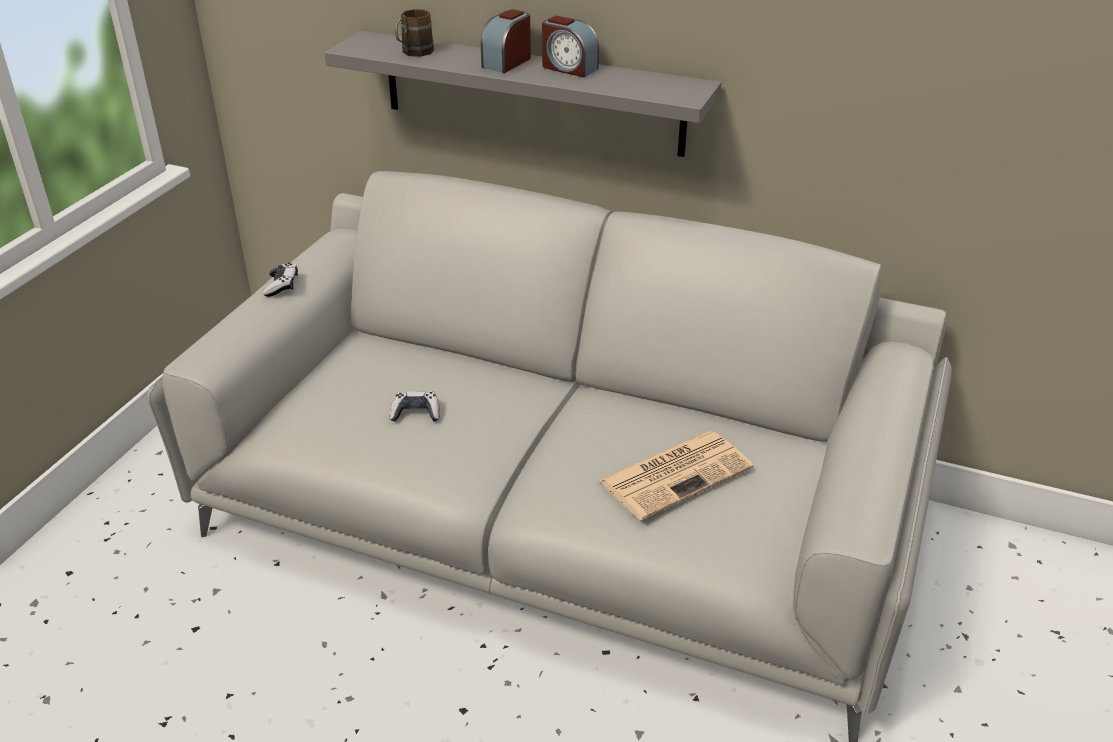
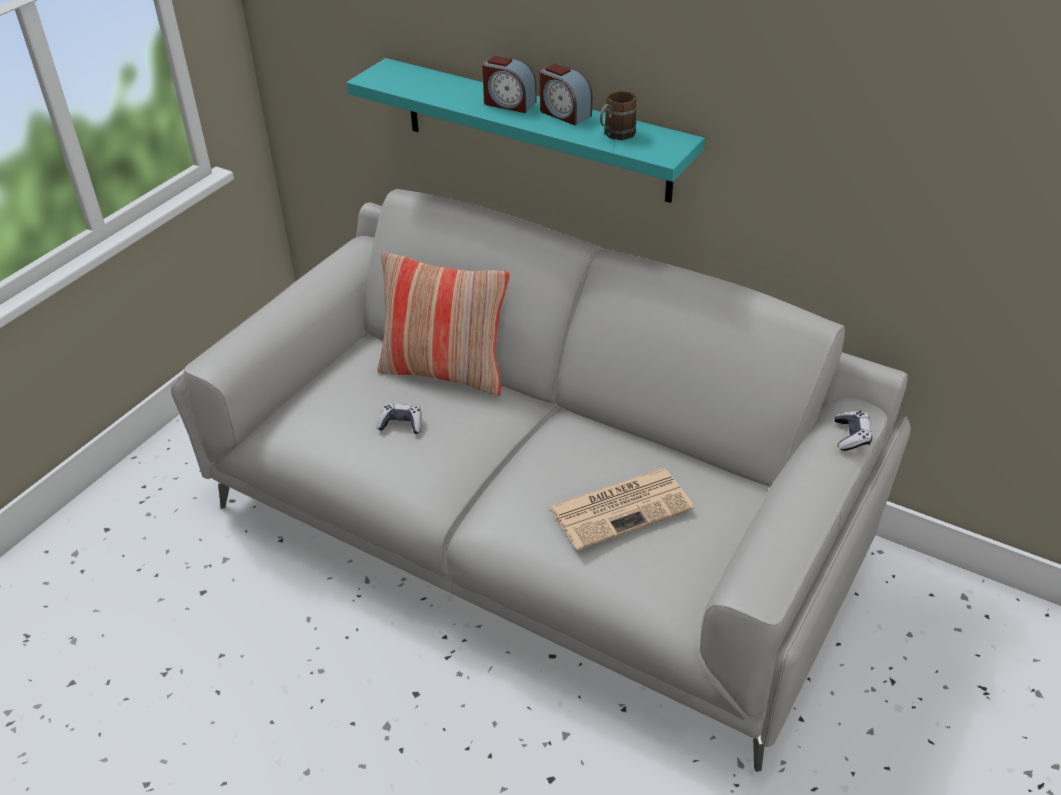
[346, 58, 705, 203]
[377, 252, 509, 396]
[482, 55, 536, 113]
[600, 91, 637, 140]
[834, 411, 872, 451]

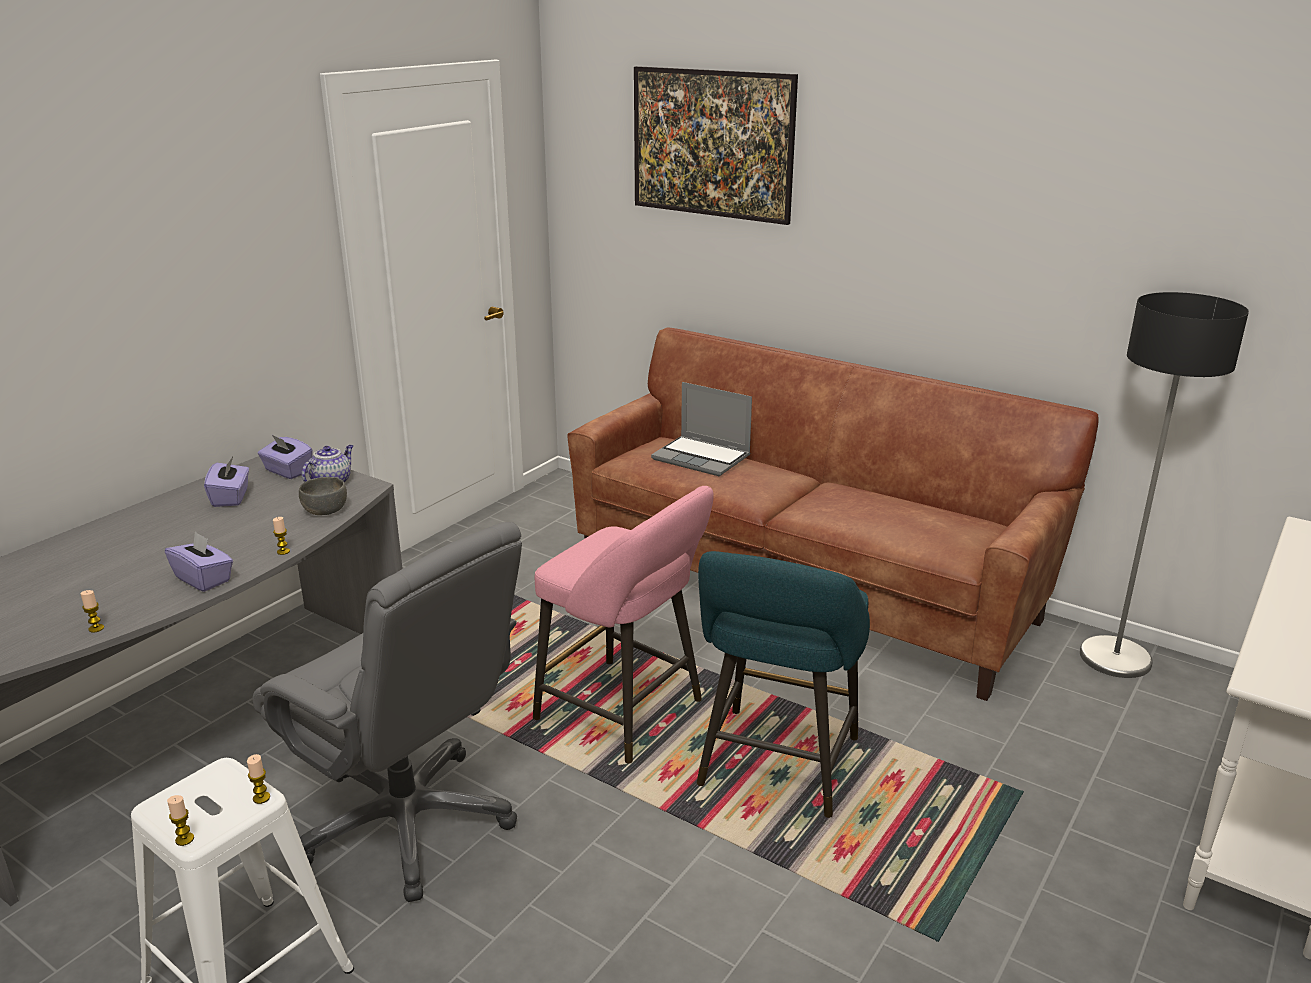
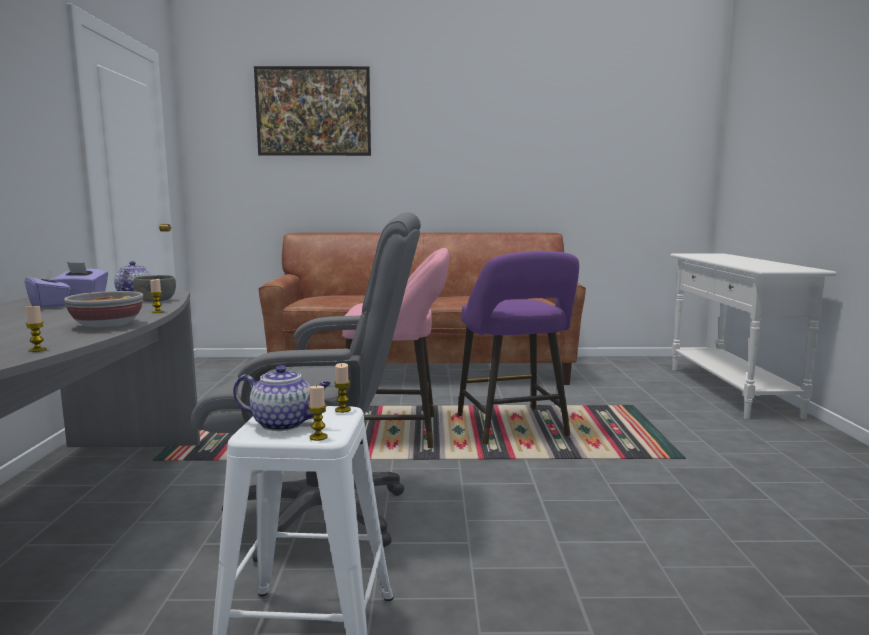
[64, 291, 143, 328]
[233, 365, 331, 431]
[458, 251, 579, 445]
[651, 382, 752, 476] (first image)
[1080, 292, 1249, 678] (first image)

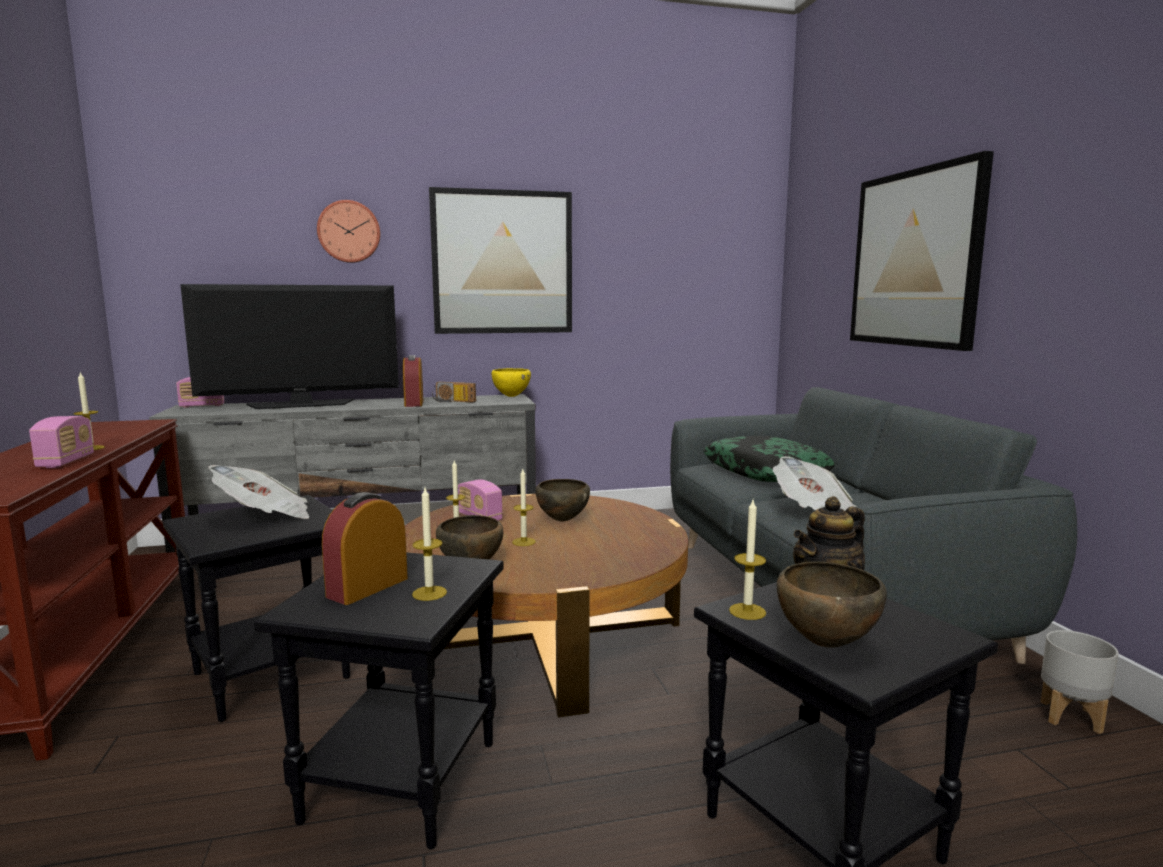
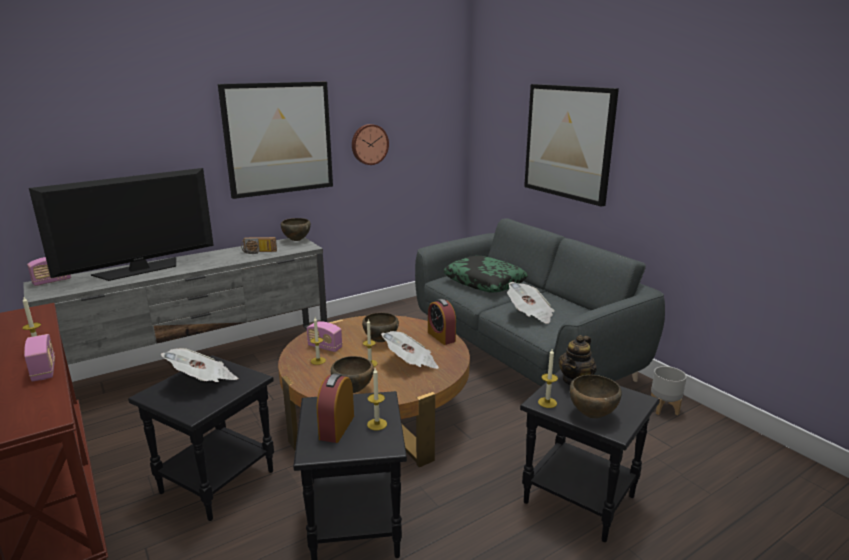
[281, 218, 311, 241]
[352, 124, 389, 165]
[381, 331, 439, 369]
[428, 299, 456, 345]

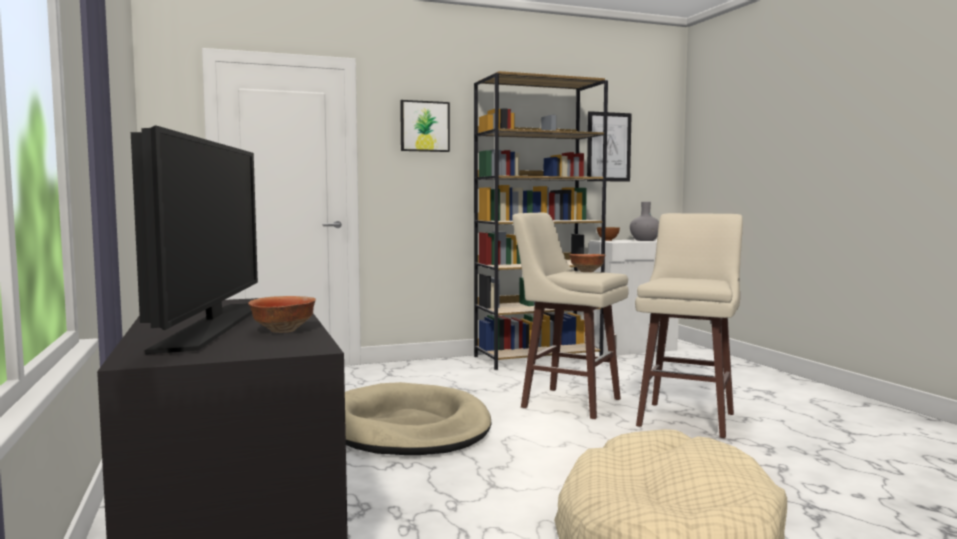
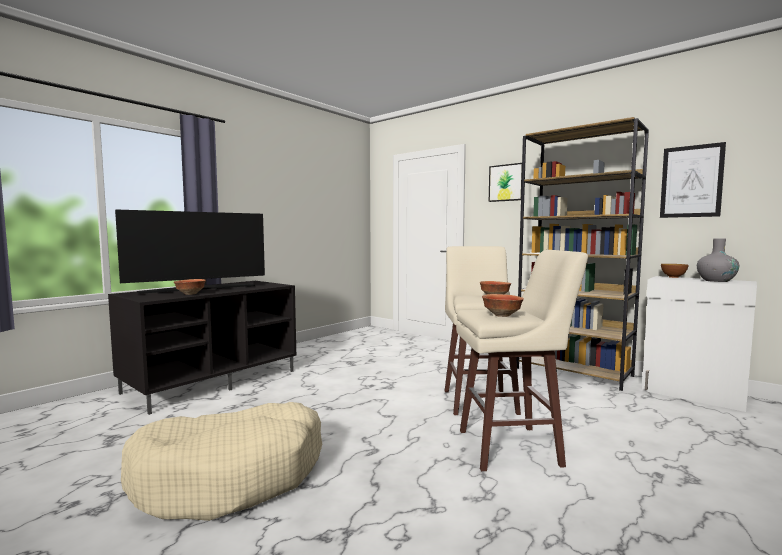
[482, 294, 524, 317]
[345, 382, 492, 455] (first image)

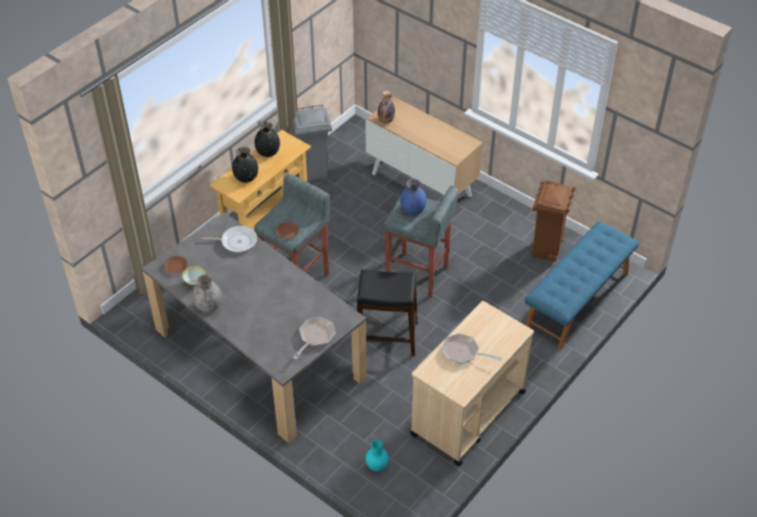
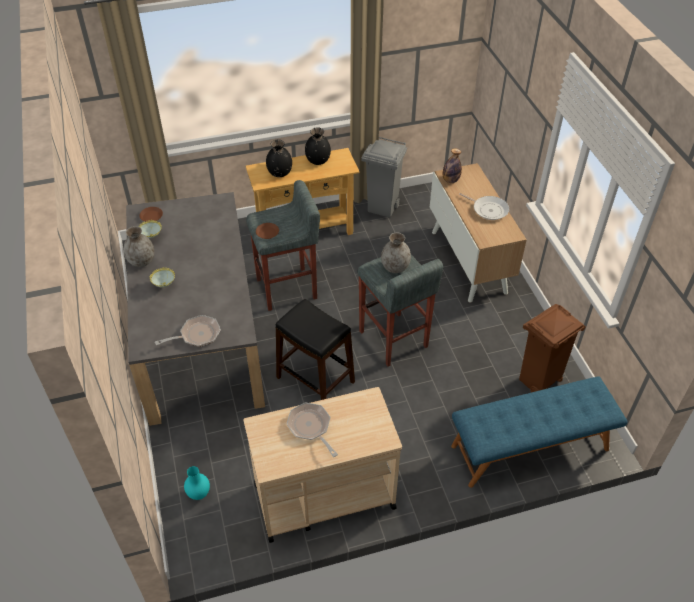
[150, 267, 175, 288]
[381, 233, 411, 273]
[459, 193, 509, 220]

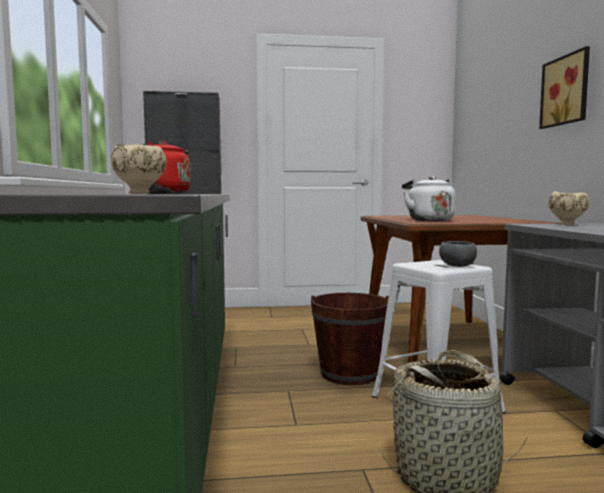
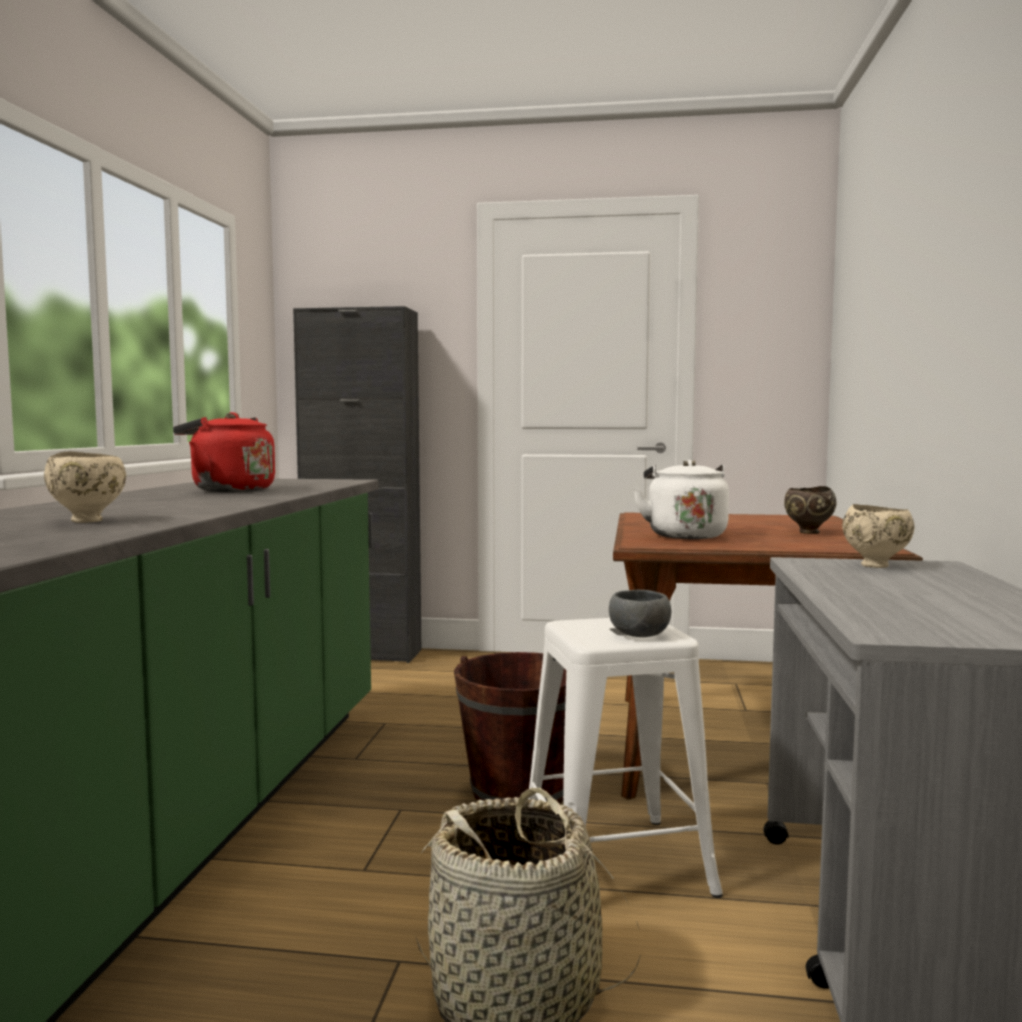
[784, 486, 836, 534]
[539, 46, 590, 129] (first image)

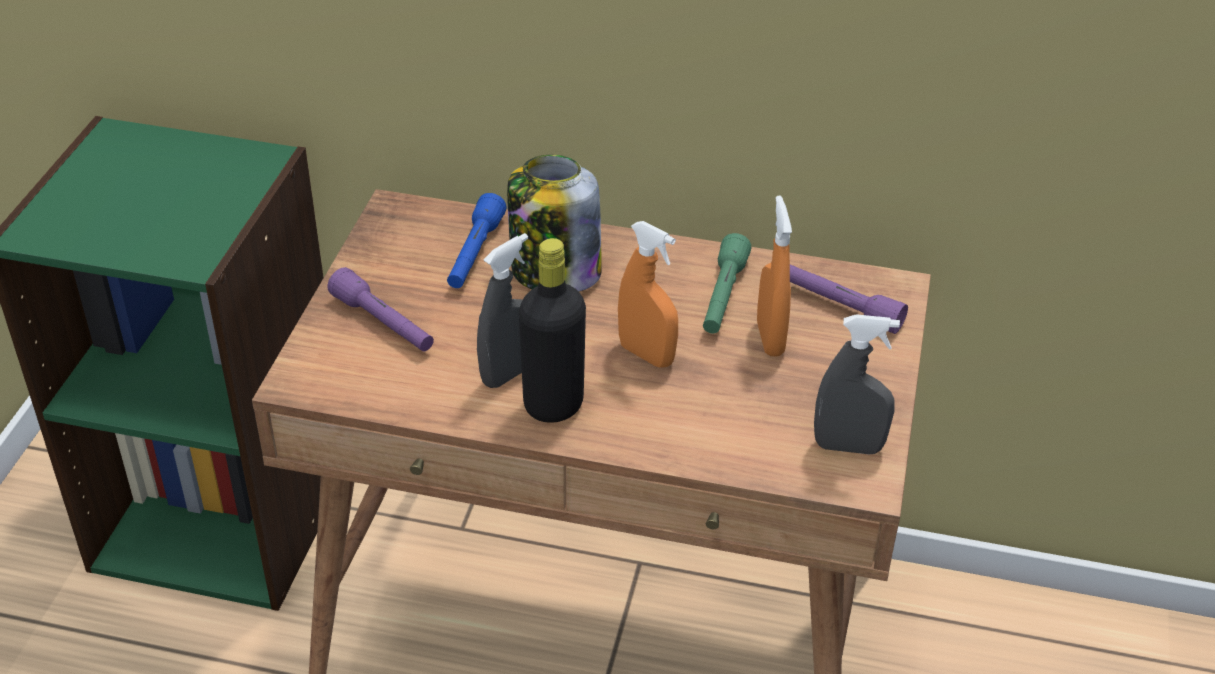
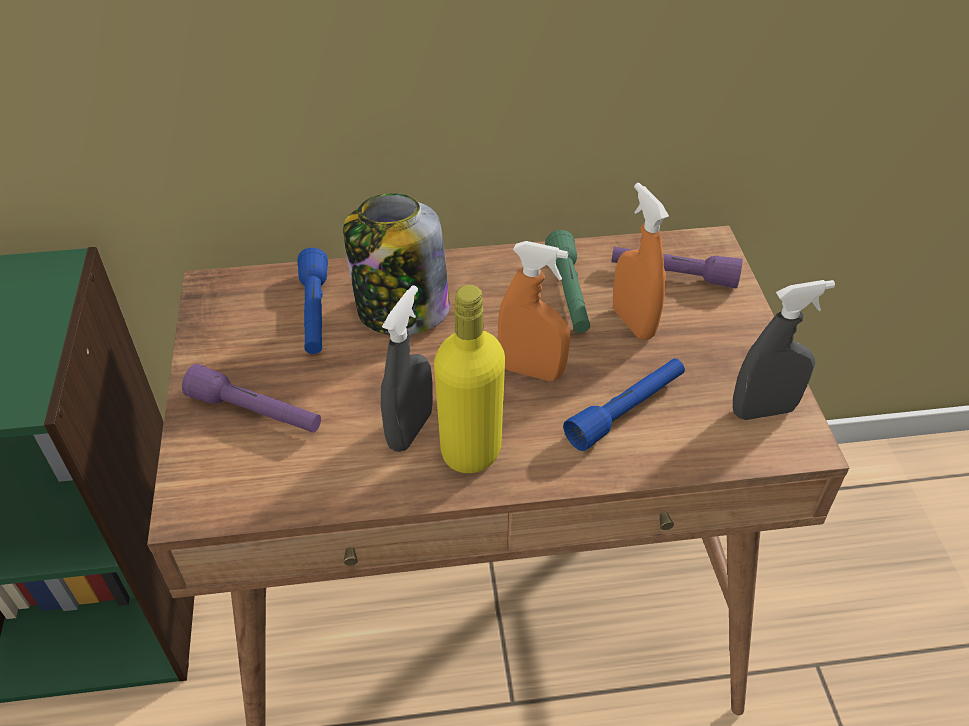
[434, 285, 505, 473]
[563, 358, 685, 451]

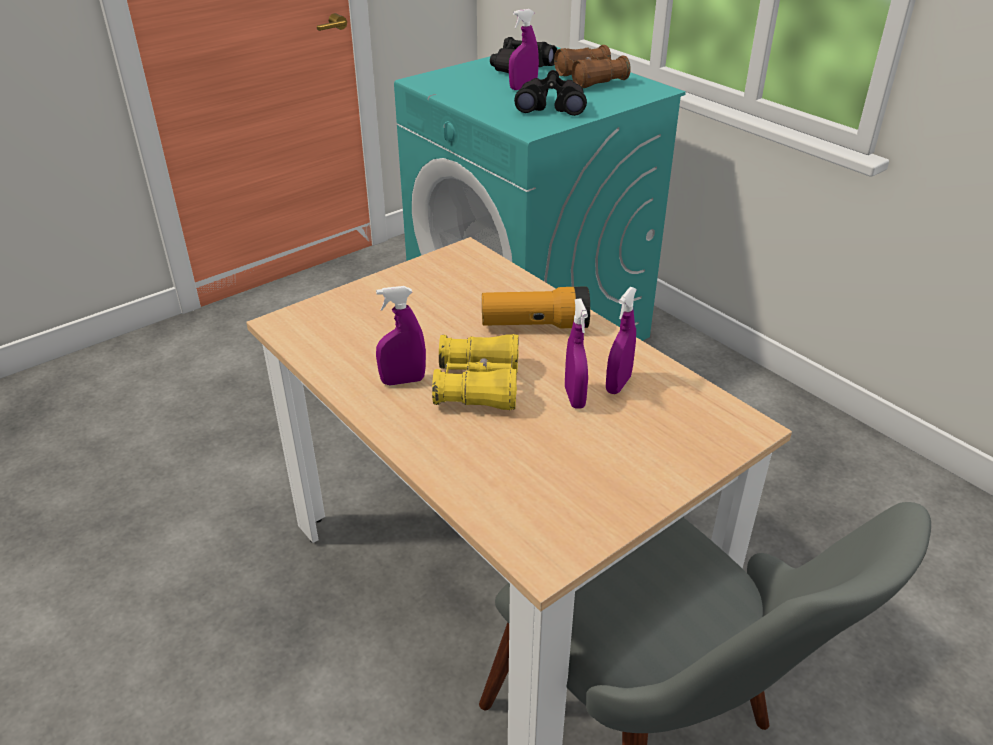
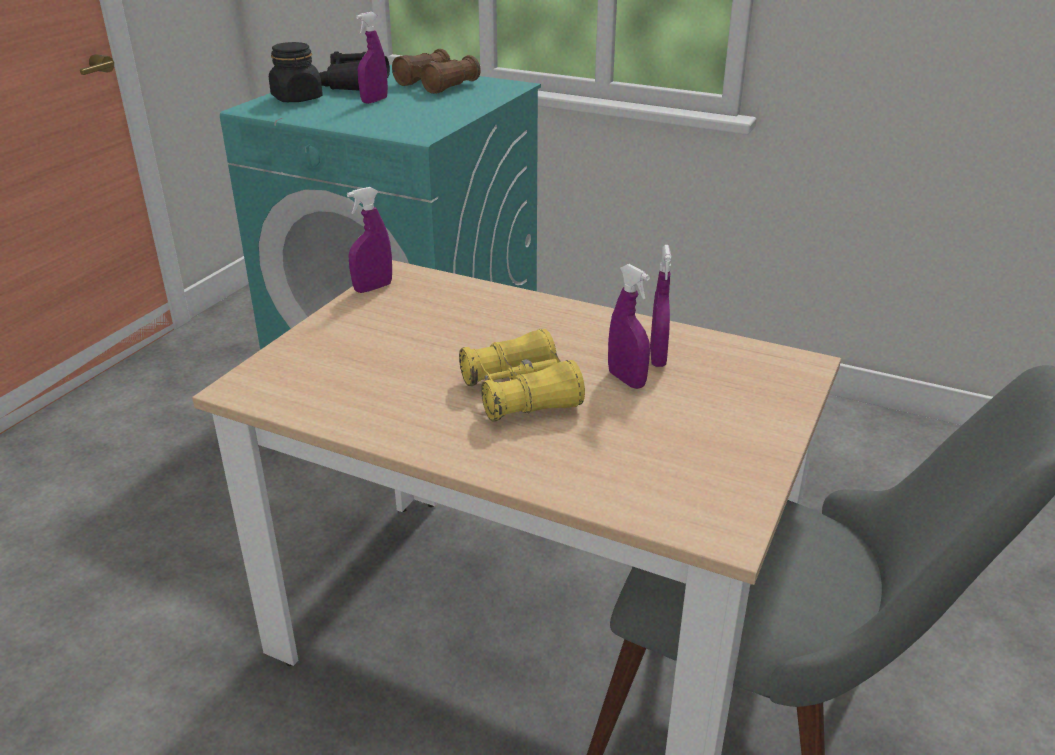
[269, 42, 323, 102]
[347, 187, 392, 293]
[482, 287, 590, 328] (first image)
[514, 70, 587, 116] (first image)

